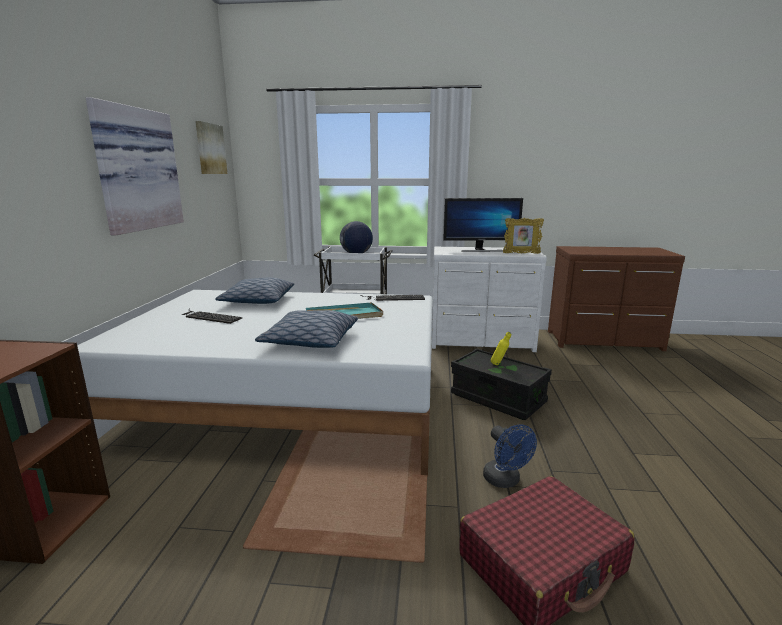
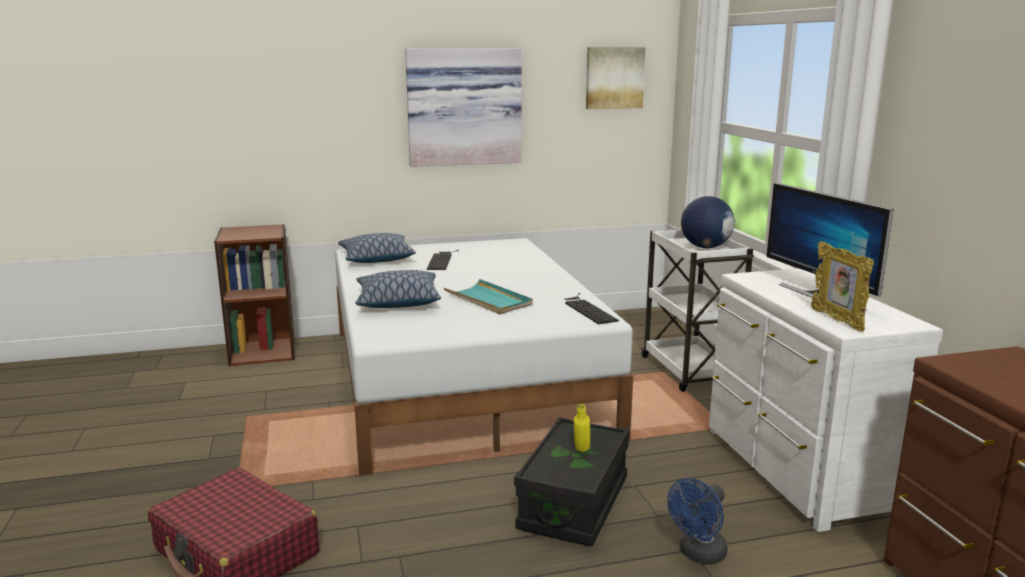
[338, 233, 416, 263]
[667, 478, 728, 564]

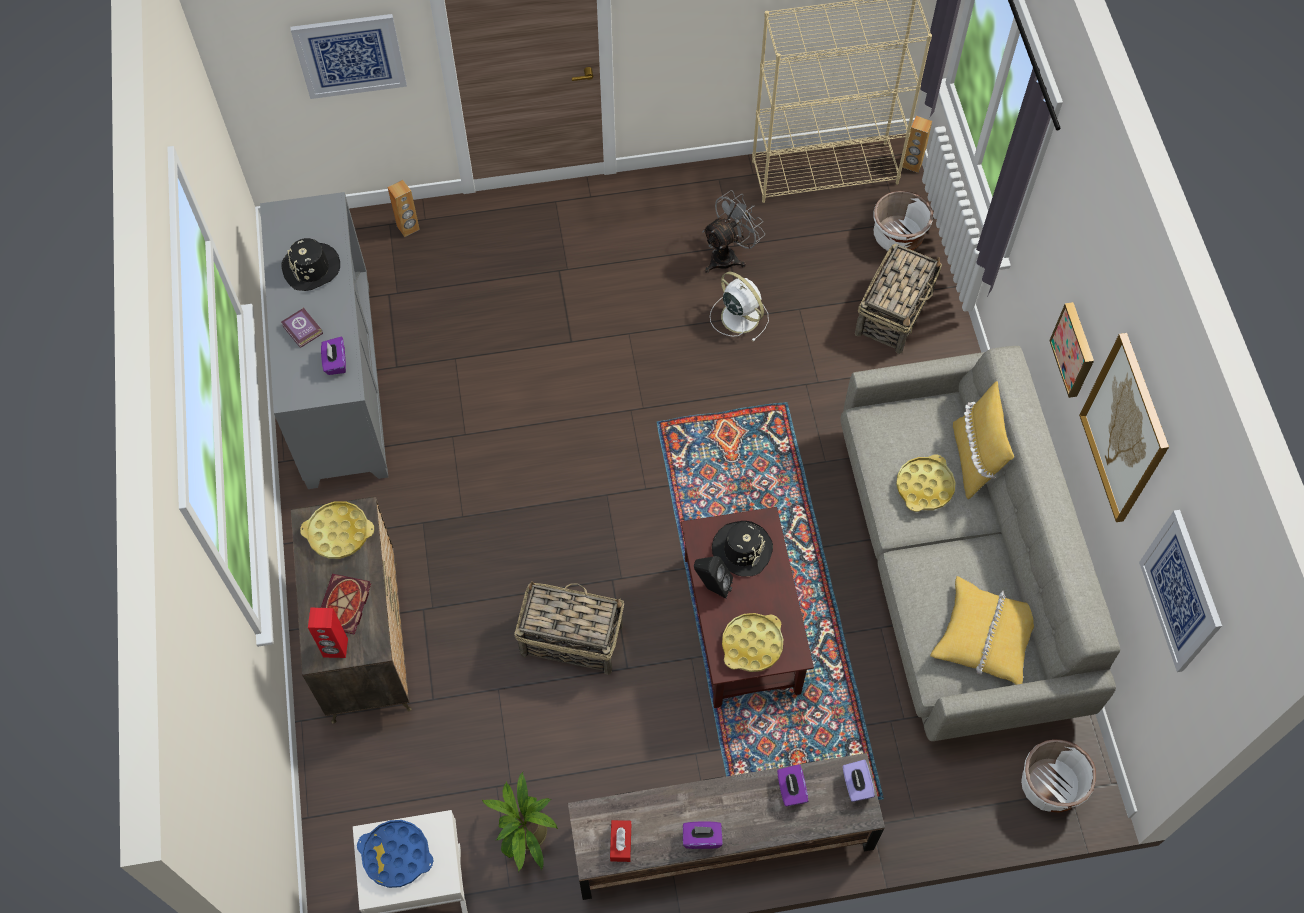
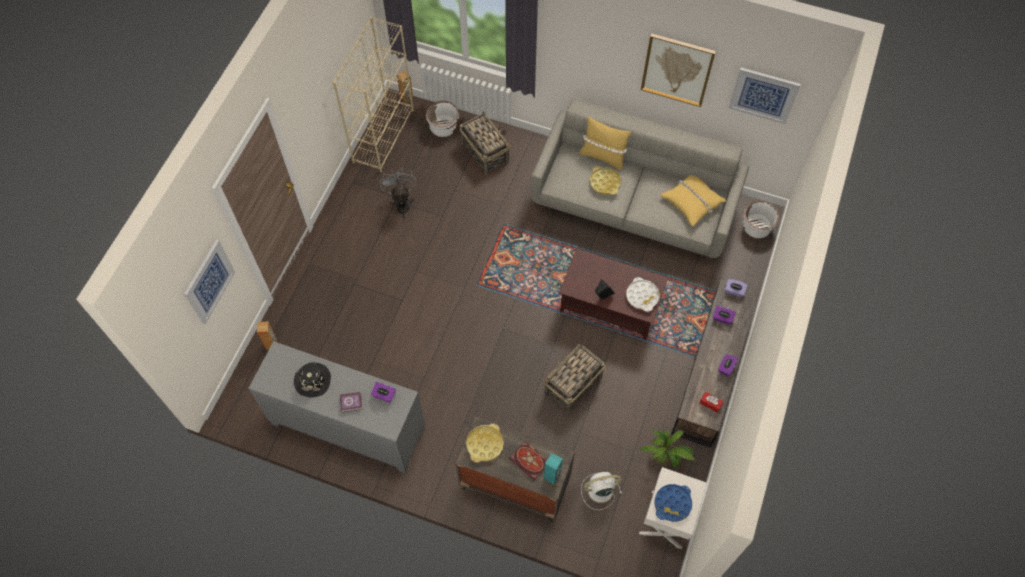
[544, 453, 563, 484]
[581, 472, 622, 510]
[626, 277, 659, 312]
[712, 521, 773, 576] (first image)
[1049, 302, 1094, 398] (first image)

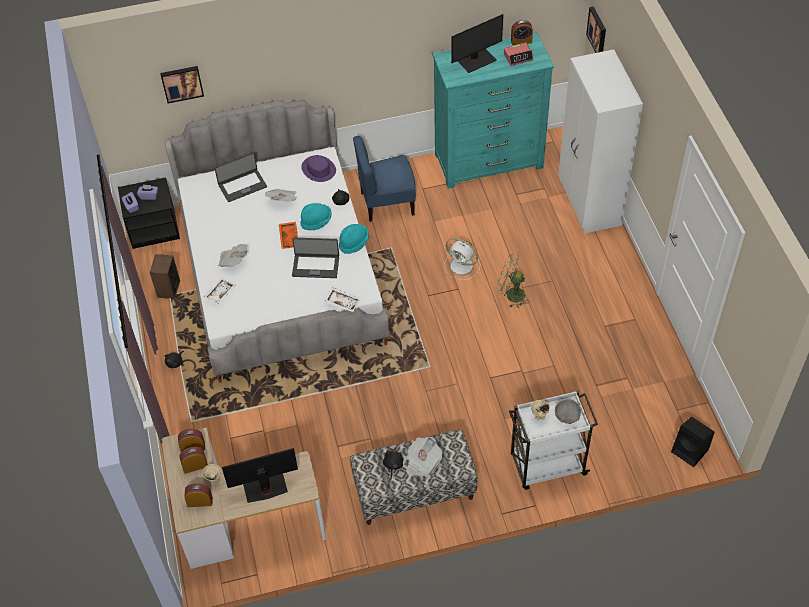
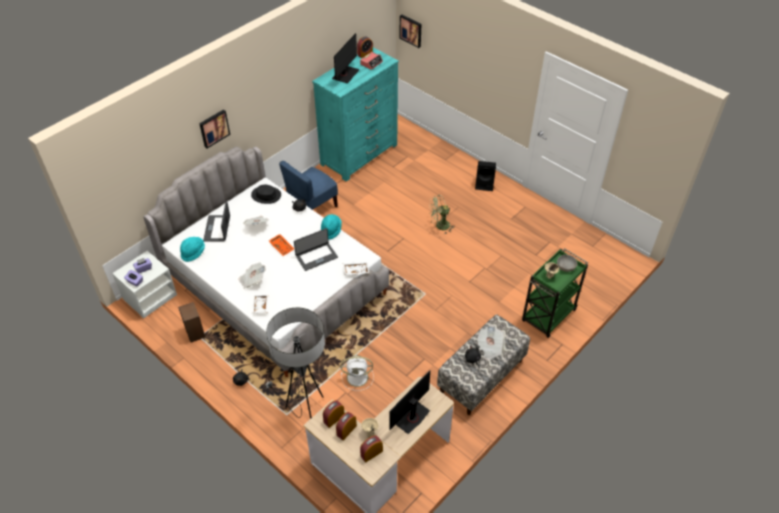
[112, 251, 177, 318]
[180, 237, 205, 262]
[199, 110, 230, 148]
[203, 201, 230, 241]
[251, 185, 281, 204]
[265, 308, 325, 419]
[341, 355, 374, 390]
[475, 161, 496, 191]
[522, 248, 588, 338]
[558, 49, 643, 234] (first image)

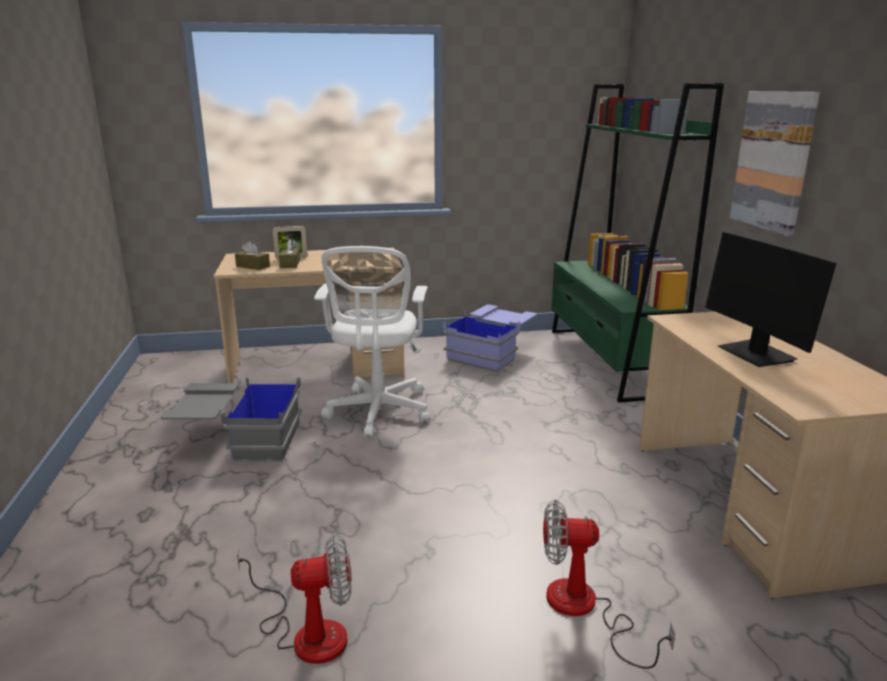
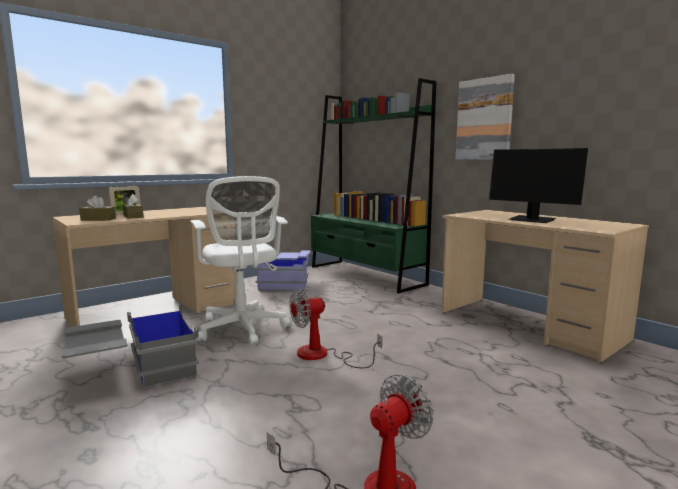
[289, 289, 382, 368]

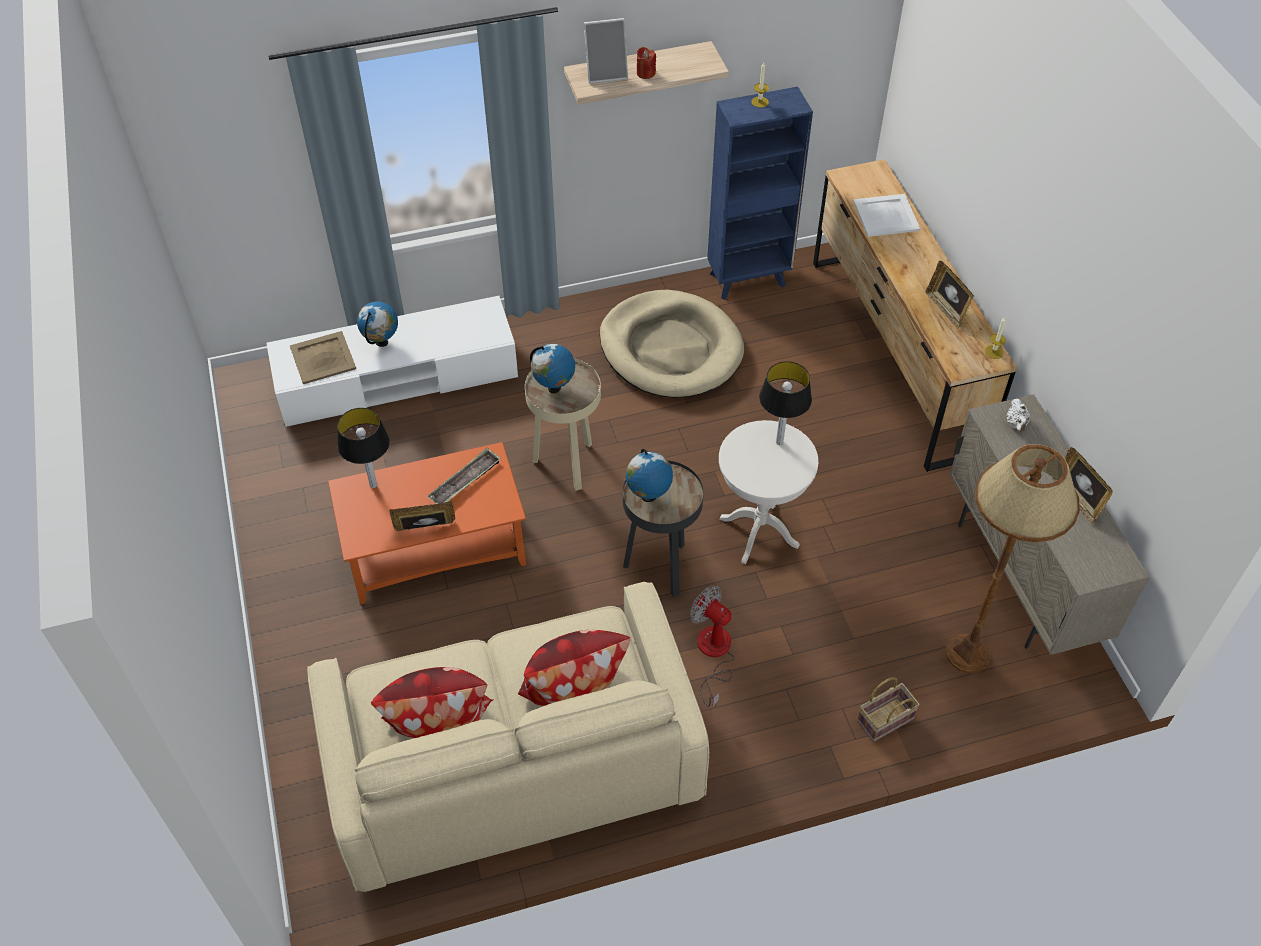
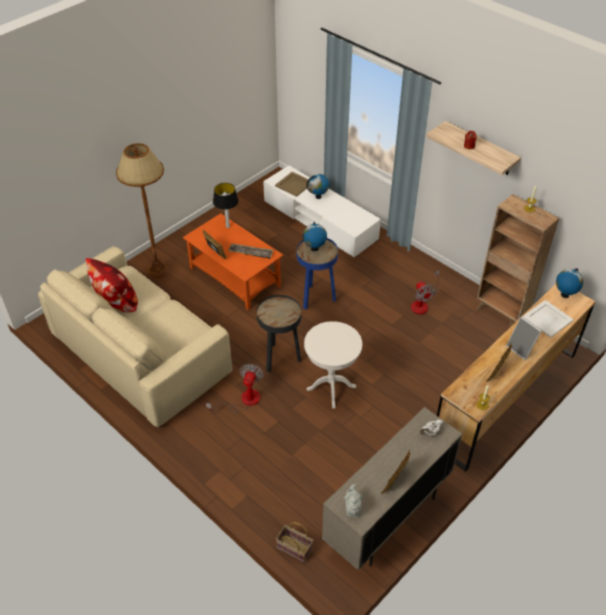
[116, 143, 169, 278]
[276, 522, 313, 562]
[297, 238, 338, 310]
[344, 484, 363, 517]
[411, 270, 440, 314]
[477, 194, 559, 328]
[506, 316, 542, 361]
[556, 268, 583, 298]
[518, 630, 631, 706] (first image)
[759, 361, 812, 445] (first image)

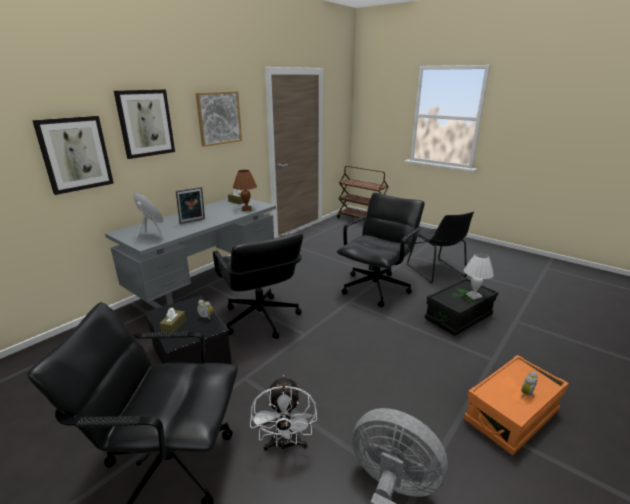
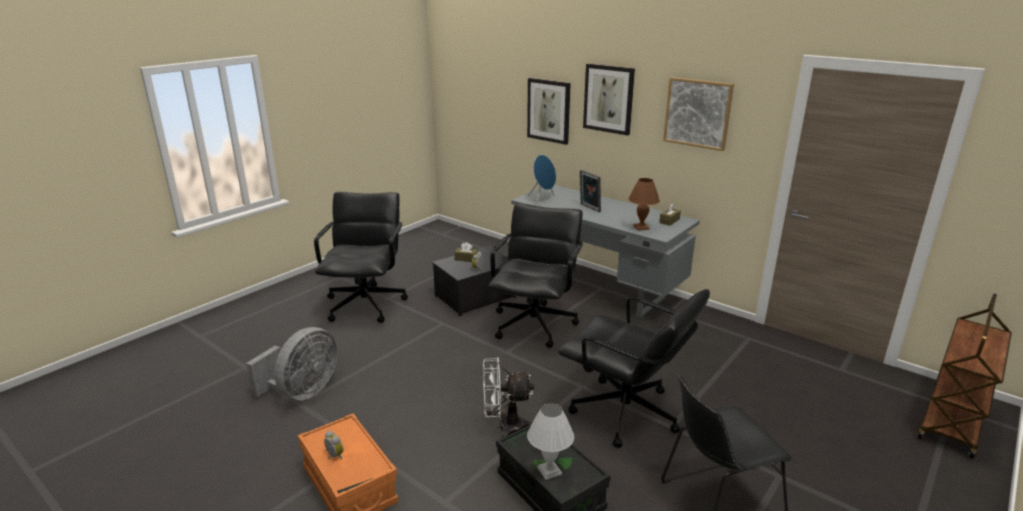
[483, 357, 534, 438]
[488, 203, 583, 348]

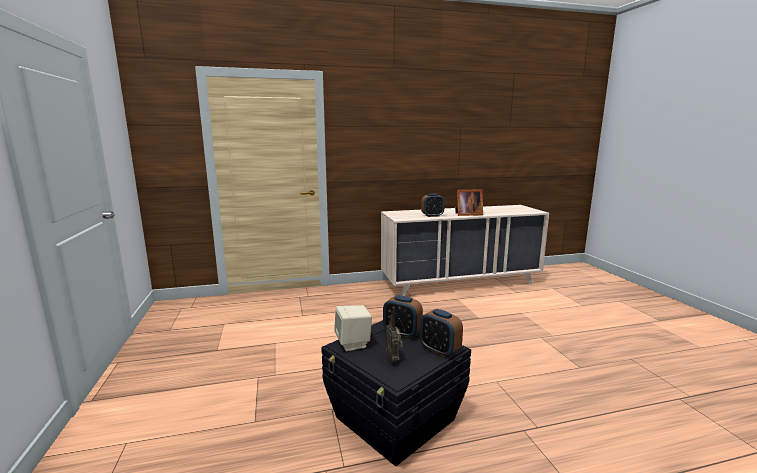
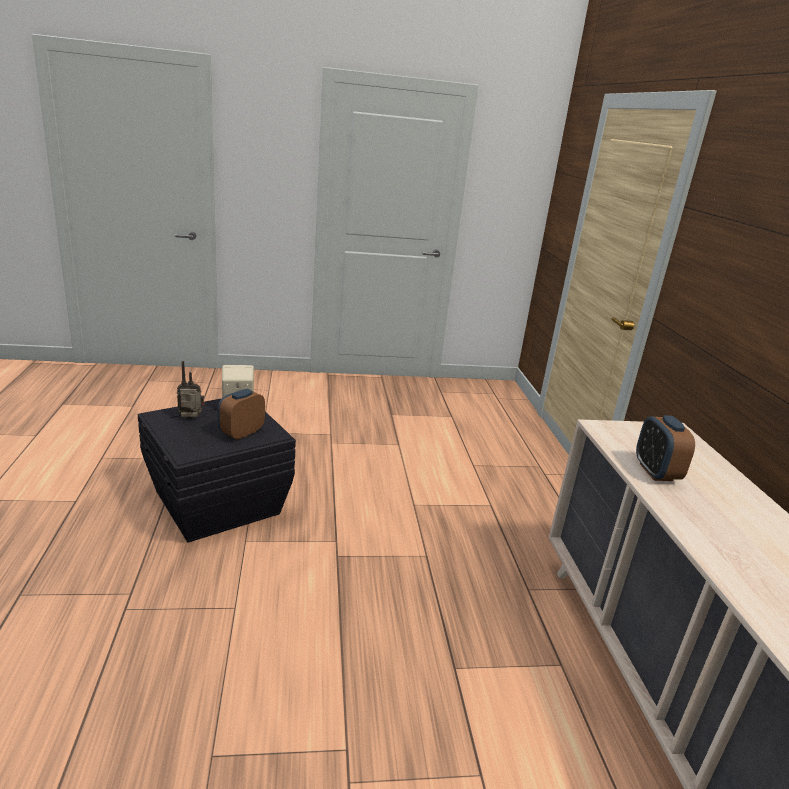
[420, 309, 463, 357] (first image)
[455, 189, 483, 216] (first image)

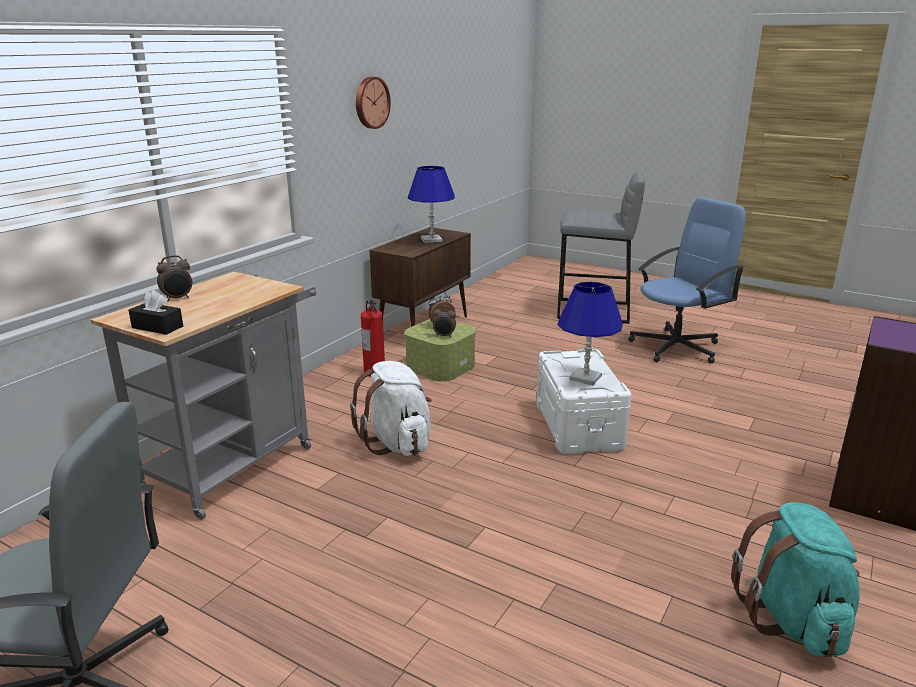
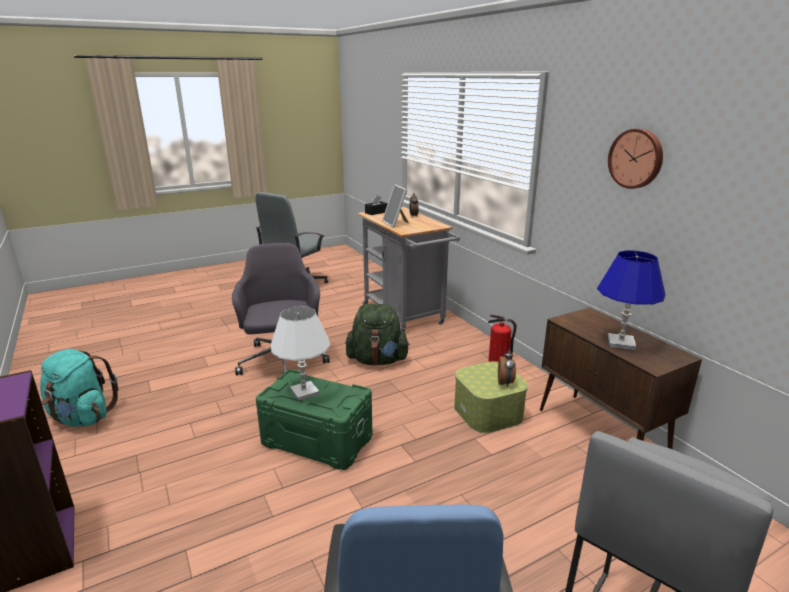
[232, 243, 330, 375]
[256, 369, 372, 470]
[271, 306, 331, 401]
[345, 304, 410, 365]
[382, 184, 409, 228]
[432, 306, 456, 338] (first image)

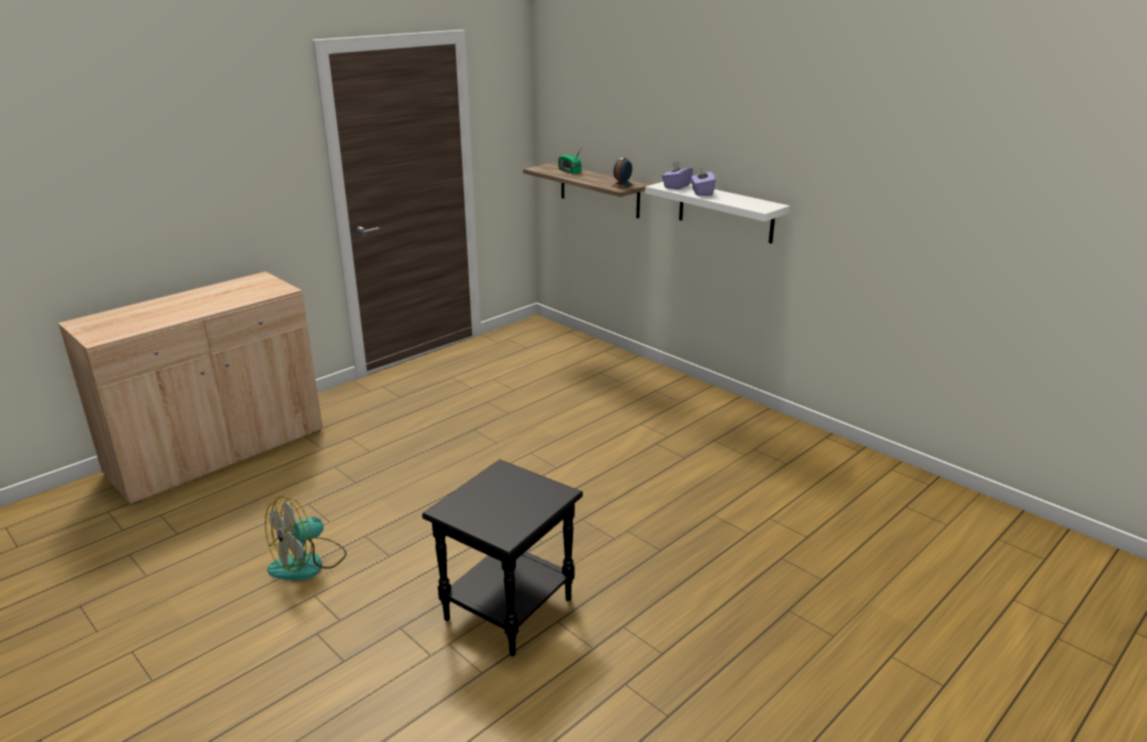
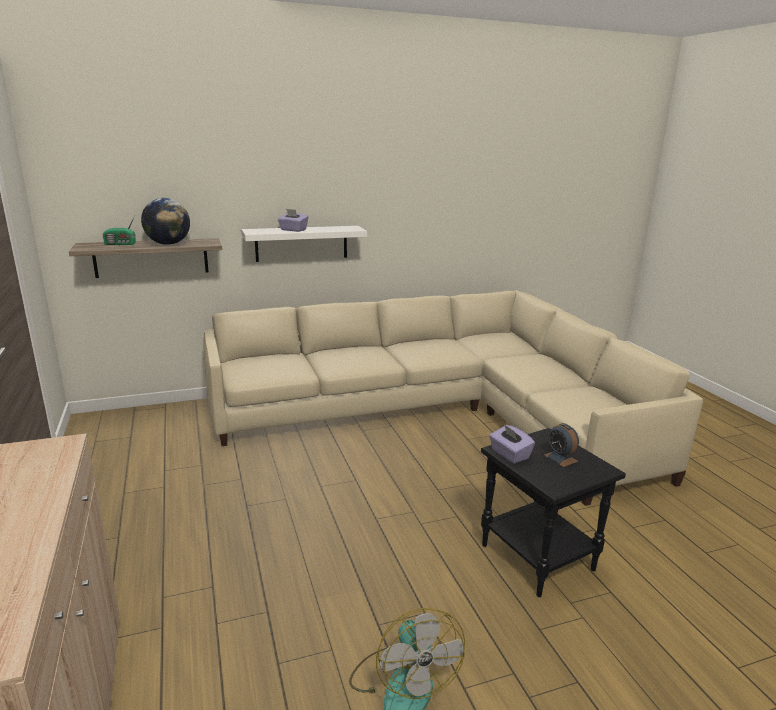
[141, 198, 190, 245]
[203, 290, 703, 506]
[489, 424, 535, 464]
[544, 423, 579, 467]

